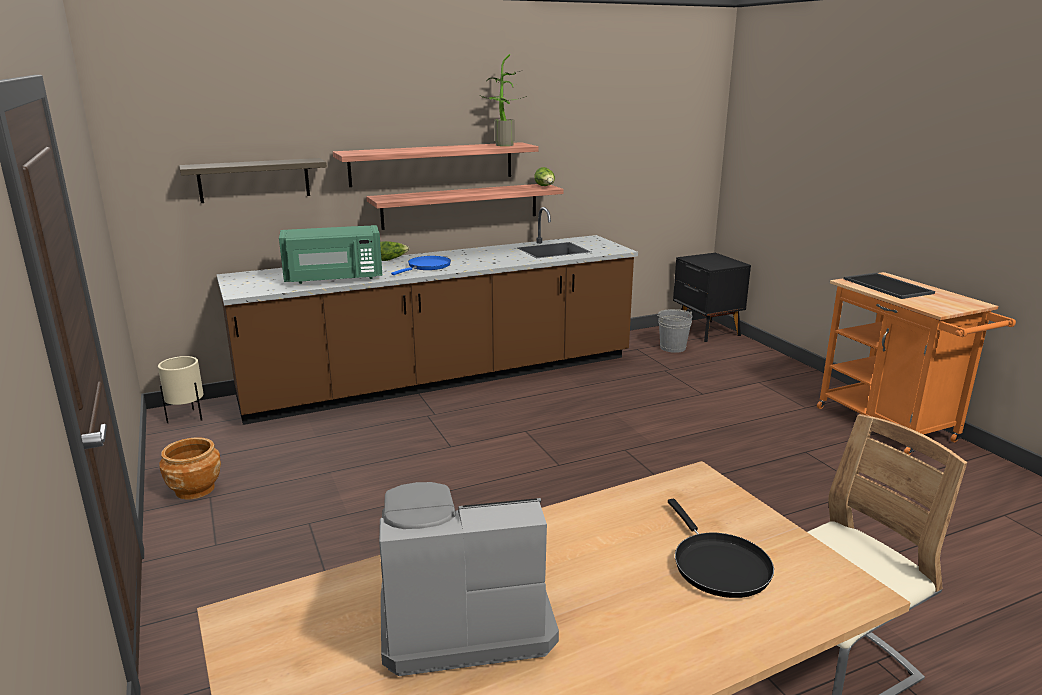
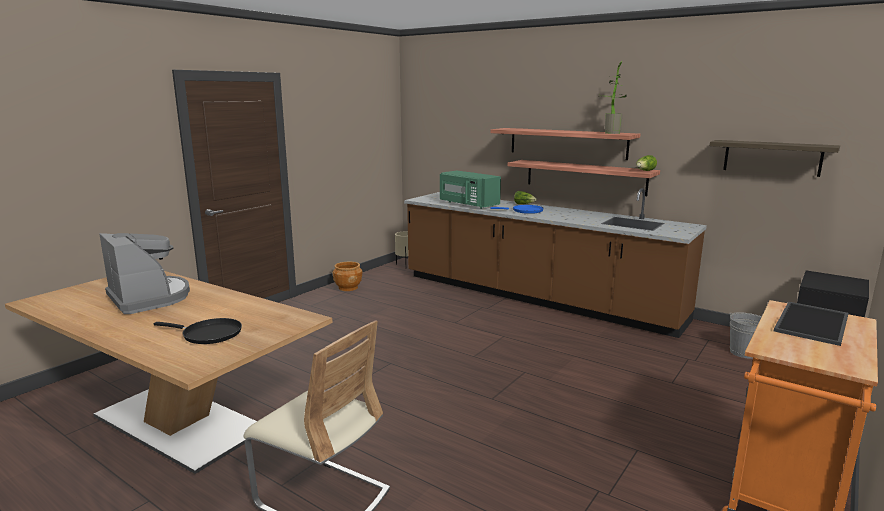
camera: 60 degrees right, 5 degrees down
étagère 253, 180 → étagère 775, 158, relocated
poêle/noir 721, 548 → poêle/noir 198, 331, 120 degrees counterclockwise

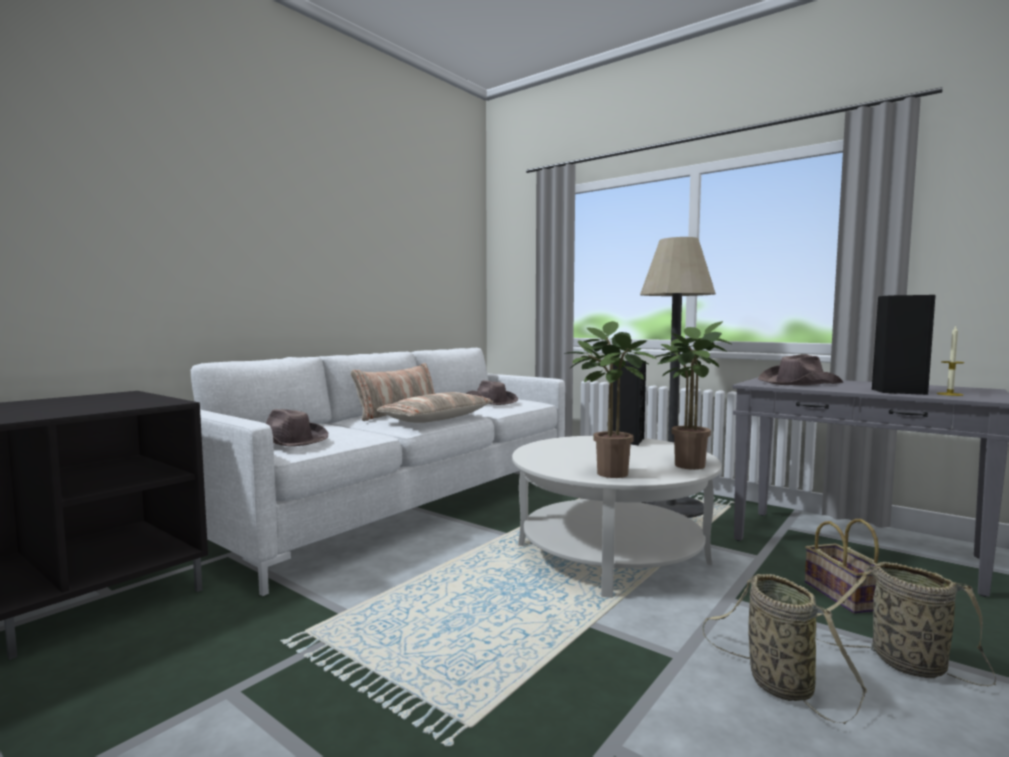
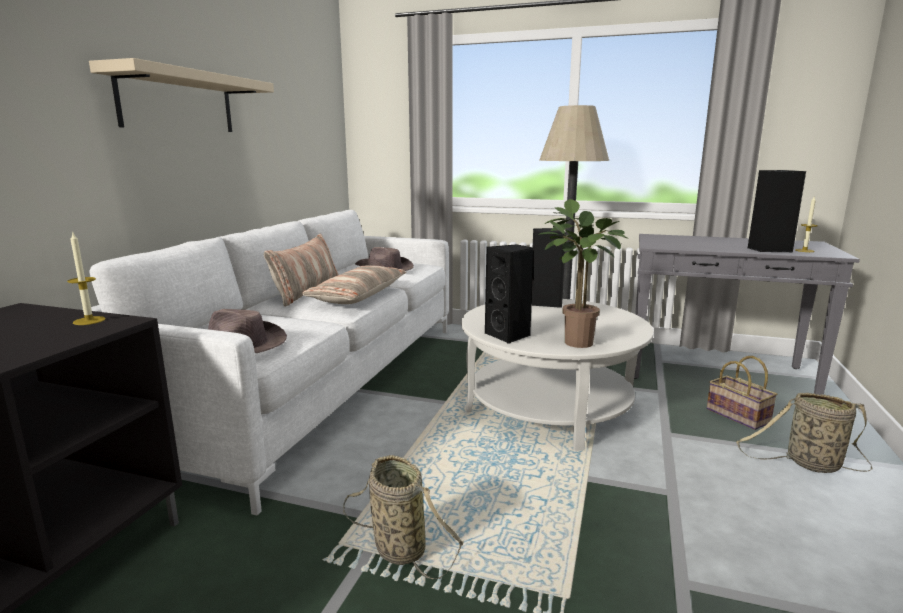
camera: 20 degrees left, 10 degrees up
plante en pot 694, 395 → -
chapeau/marron 800, 369 → -
panier 784, 649 → panier 403, 517, relocated
- → étagère/beige 181, 95
- → bougie 86, 278
- → enceinte/noir 509, 294

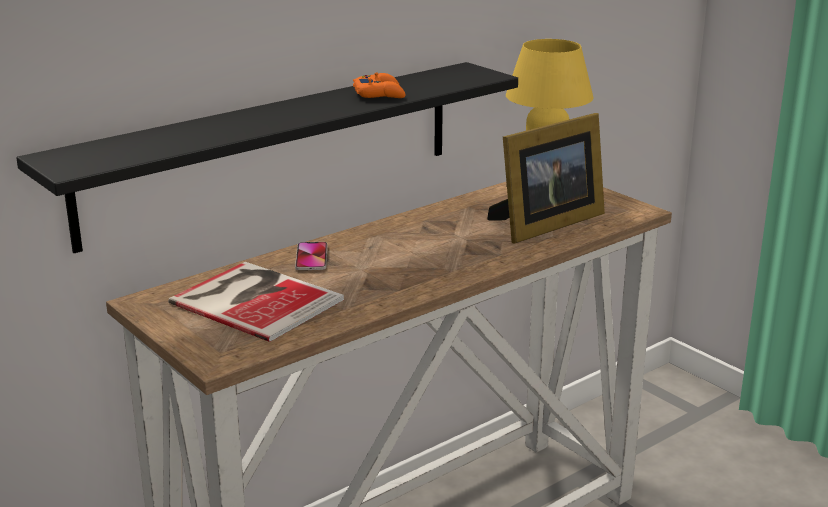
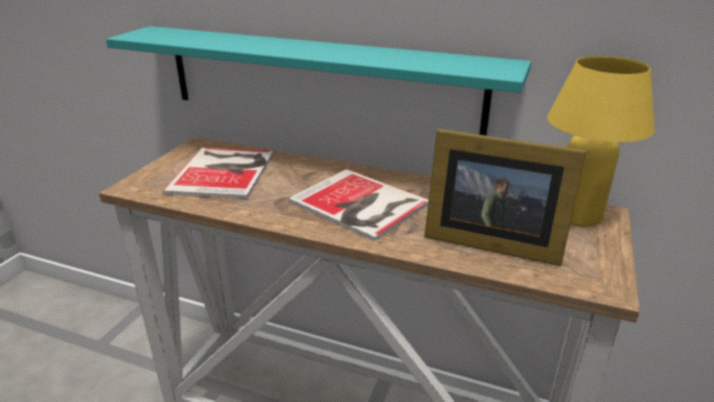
camera: 60 degrees right, 5 degrees up
étagère/noir 267, 157 → étagère/turquoise 318, 81
manette/orange 379, 85 → -
téléphone 311, 256 → -
- → livre 359, 205

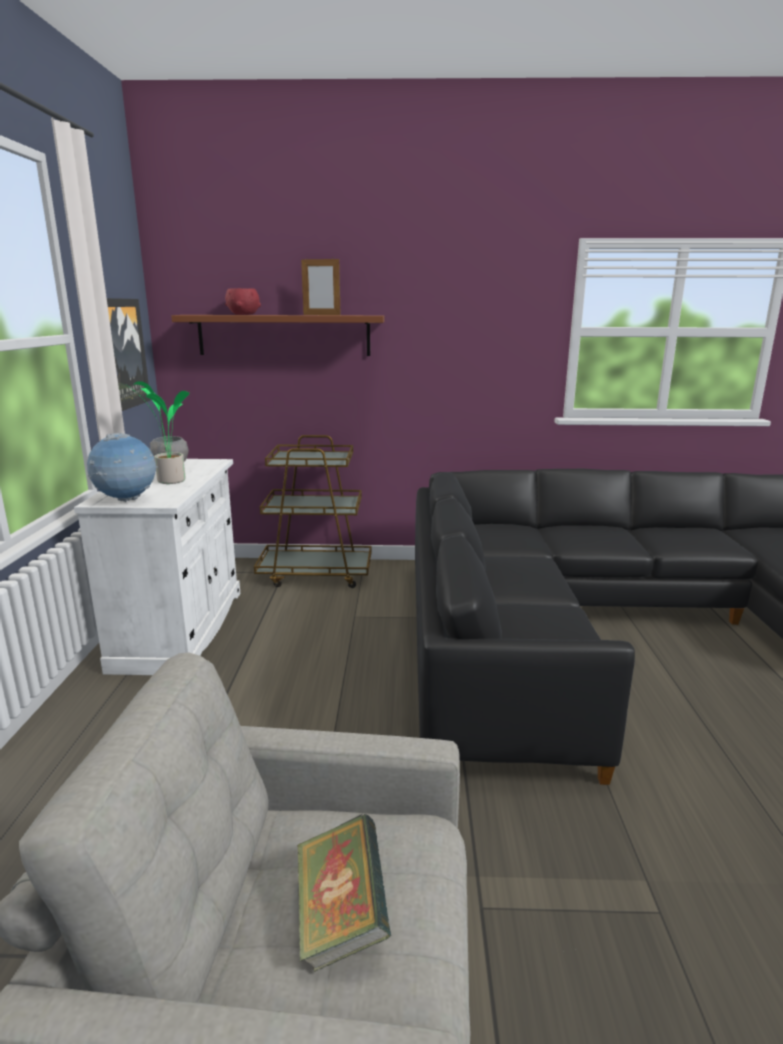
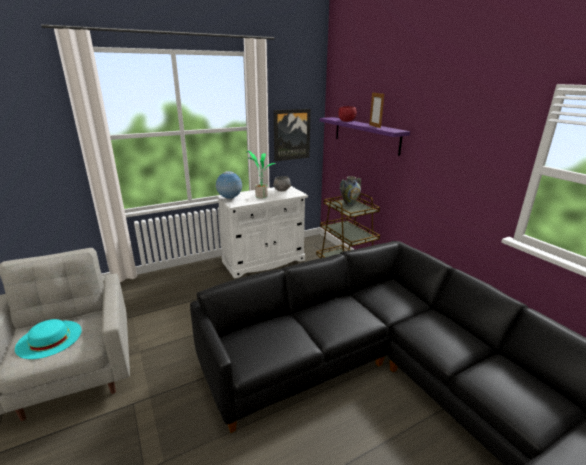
camera: 60 degrees right, 5 degrees up
étagère/marron 278, 335 → étagère/violet 364, 136
livre 344, 893 → chapeau/turquoise 48, 339
- → vase 350, 191

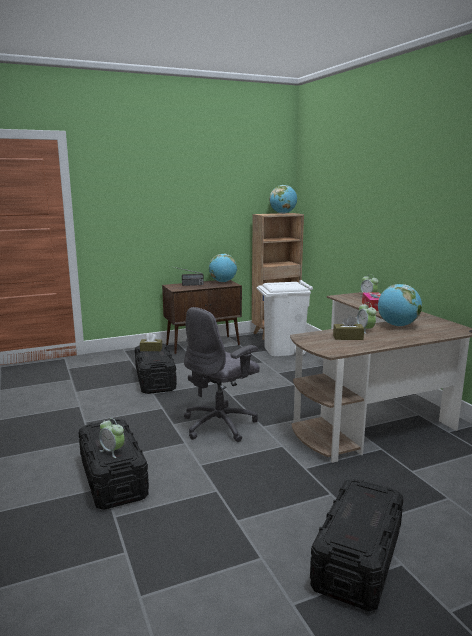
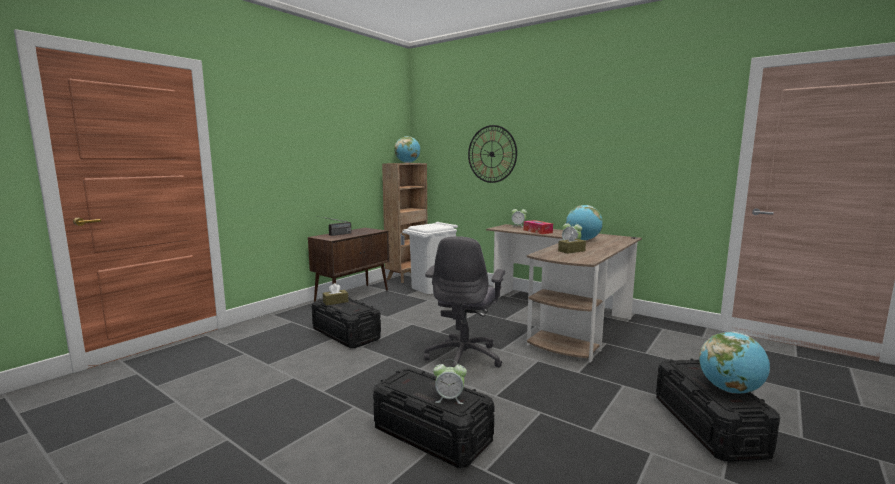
camera: 30 degrees left, 5 degrees down
globe 223, 268 → globe 734, 362, relocated
- → horloge murale 492, 154

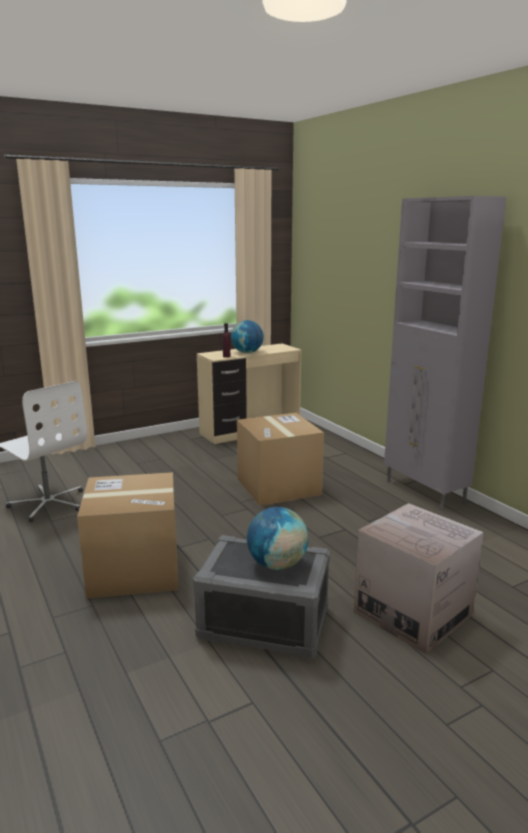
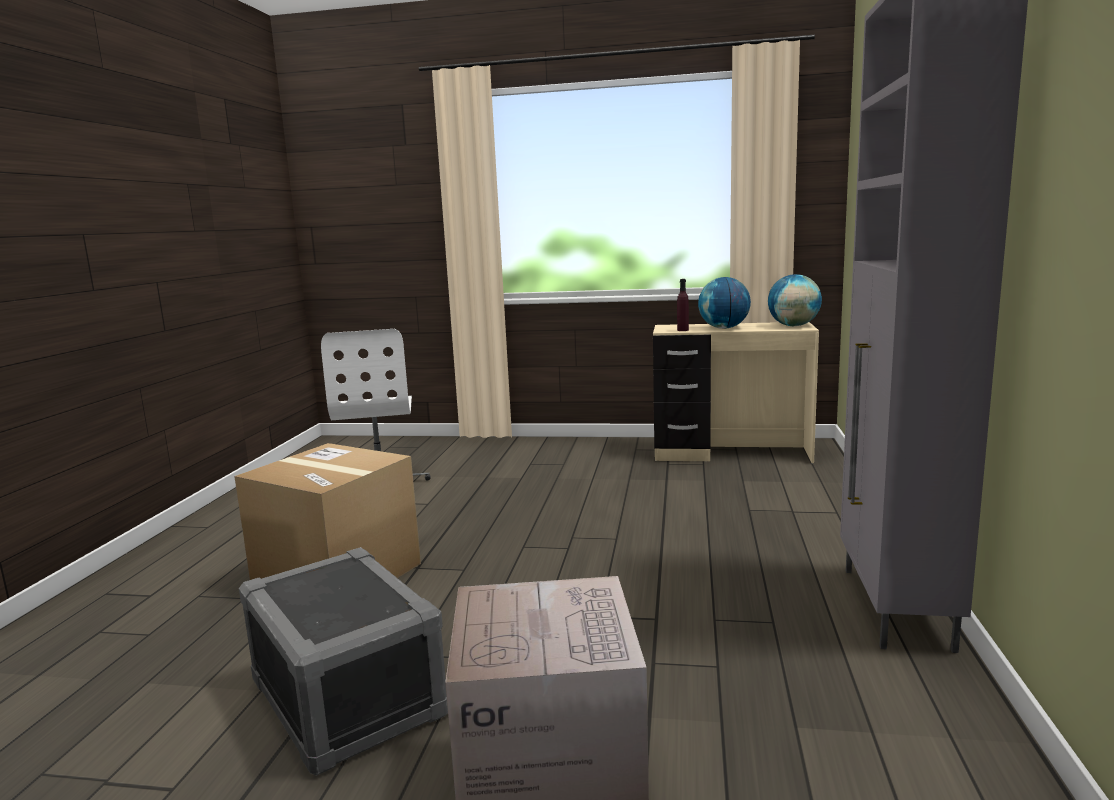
camera: 40 degrees right, 5 degrees down
carton 280, 459 → -
globe 277, 538 → globe 795, 300, relocated

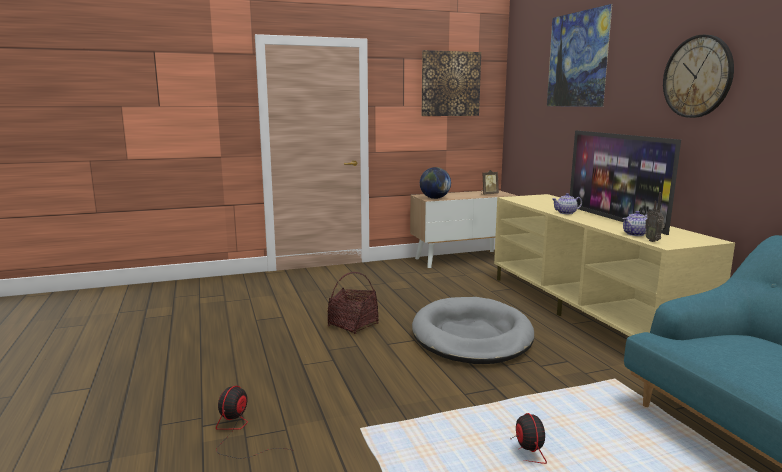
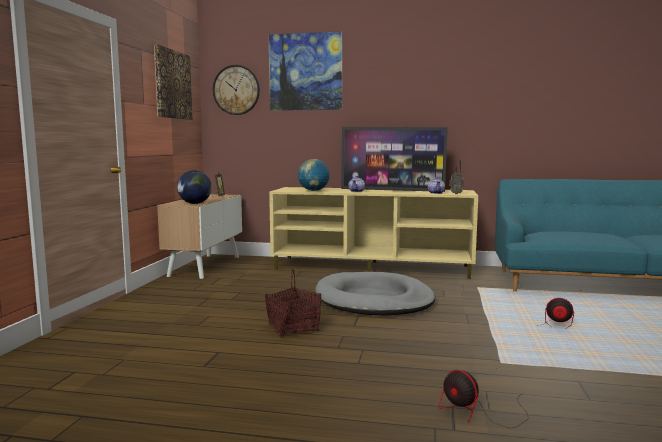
camera: 60 degrees left, 5 degrees down
horloge murale 698, 76 → horloge murale 236, 90, relocated
- → globe 314, 175

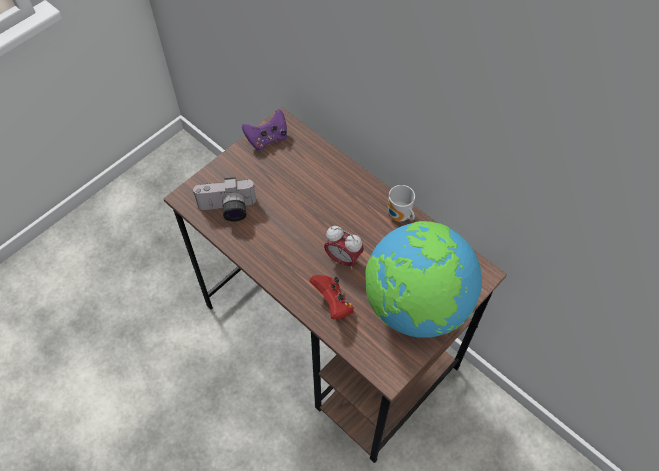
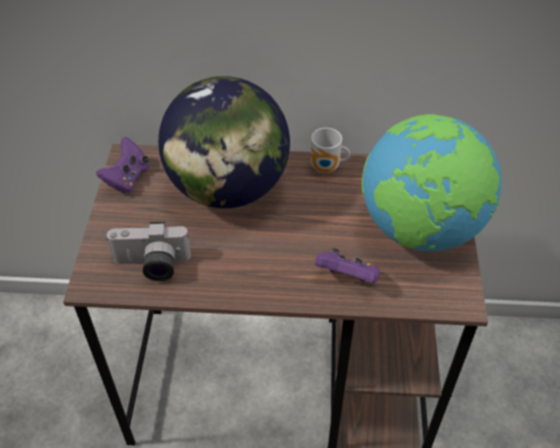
camera: 40 degrees left, 10 degrees down
appareil photo 224, 199 → appareil photo 148, 251, 45 degrees clockwise
réveil 344, 248 → -
manette/rouge 331, 297 → manette/violet 347, 265
- → globe 224, 142

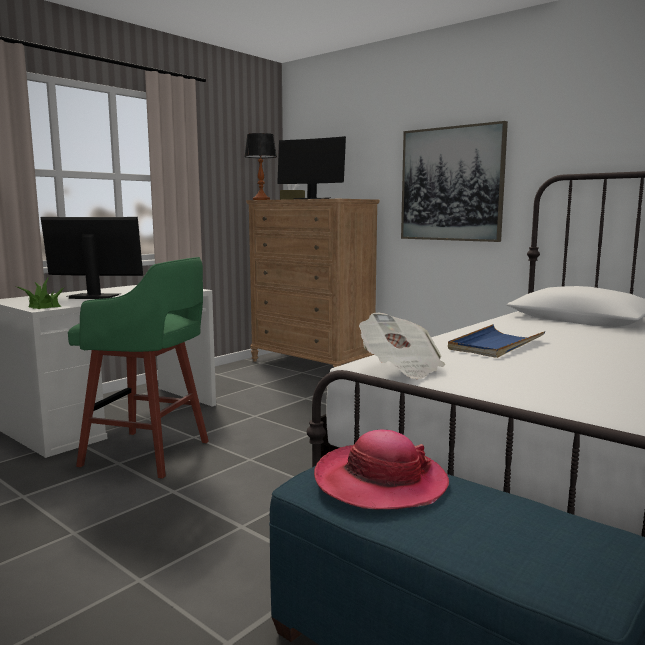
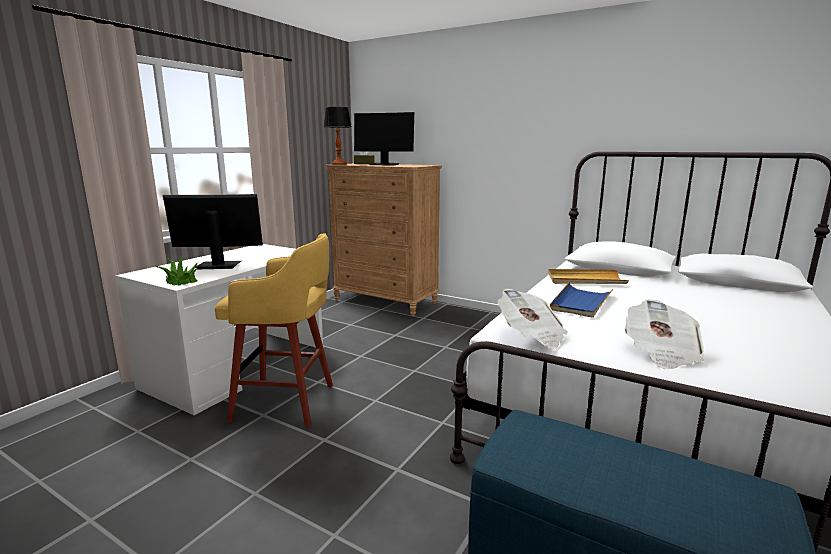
camera: 10 degrees left, 5 degrees up
tableau 454, 181 → -
tabouret/vert 138, 368 → tabouret/jaune 274, 330
chapeau 381, 469 → -
- → plateau/beige 588, 276
- → journal 664, 334

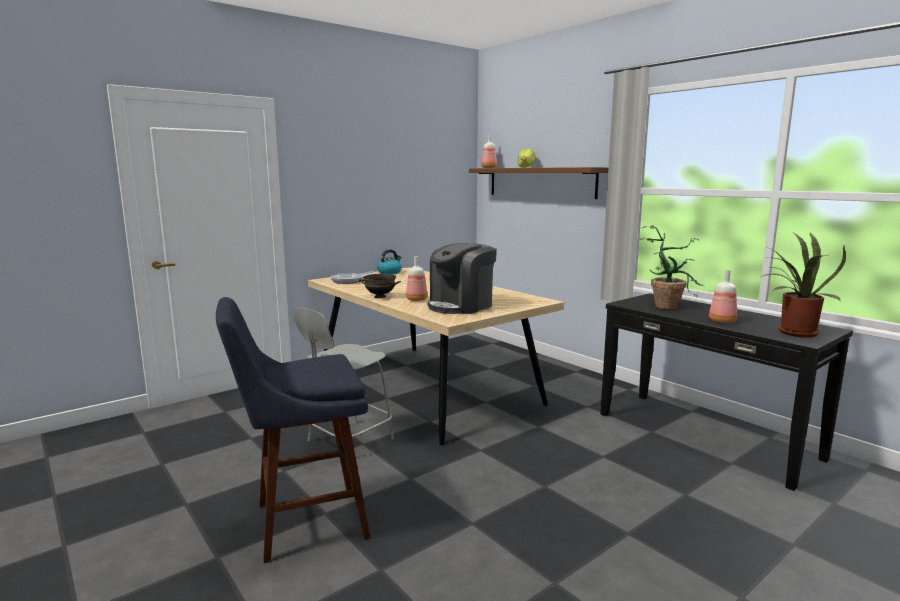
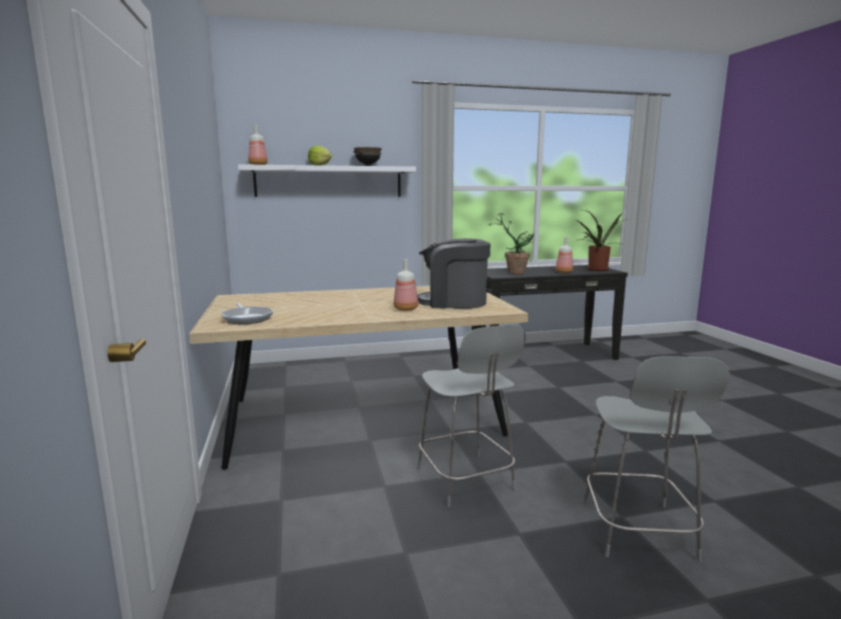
camera: 65 degrees left, 0 degrees up
étagère/marron 538, 183 → étagère/blanc 327, 180
machine à café 462, 278 → machine à café 453, 273, 120 degrees clockwise
bouilloire 389, 261 → -
bol/noir 380, 286 → bol/noir 367, 156, relocated
tabouret/bleu 293, 430 → chaise/gris 657, 459

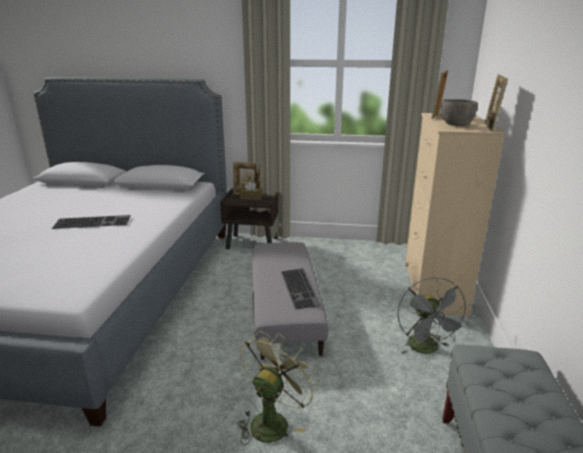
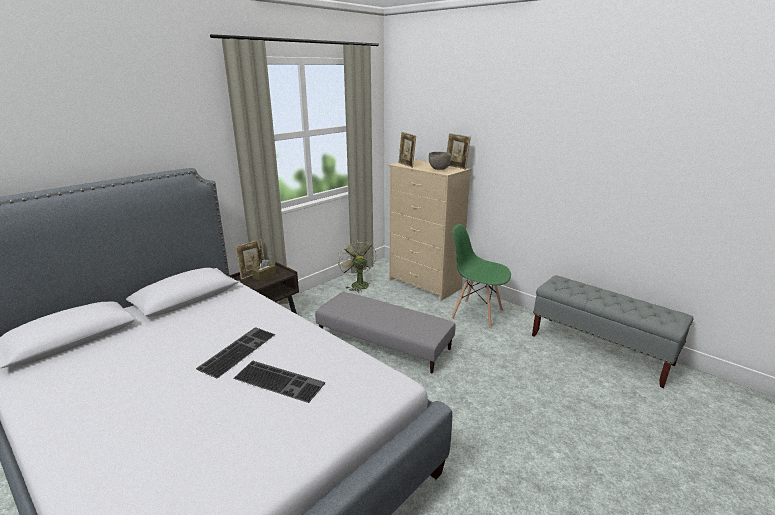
camera: 55 degrees left, 0 degrees up
clavier 301, 289 → clavier 279, 382, relocated
ventilateur/gris 433, 315 → chaise/vert 481, 276
ventilateur/vert 278, 388 → ventilateur/vert 357, 266, relocated

